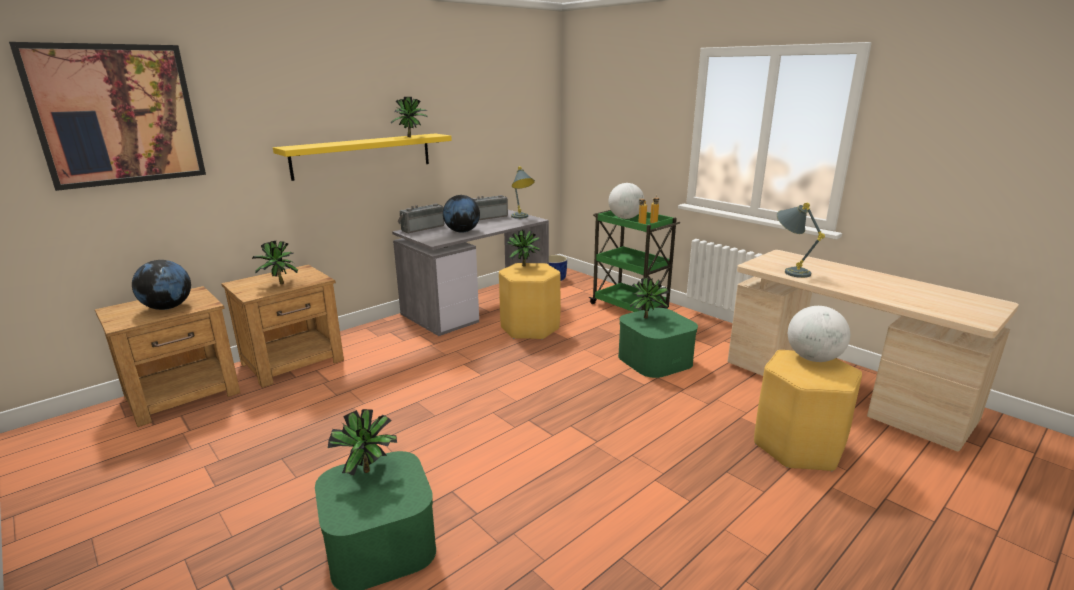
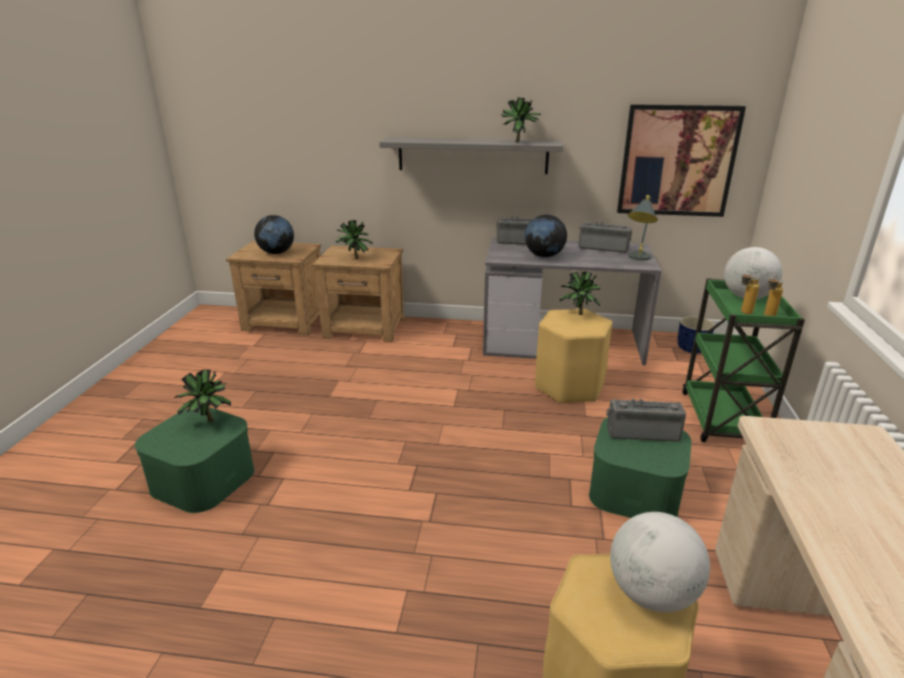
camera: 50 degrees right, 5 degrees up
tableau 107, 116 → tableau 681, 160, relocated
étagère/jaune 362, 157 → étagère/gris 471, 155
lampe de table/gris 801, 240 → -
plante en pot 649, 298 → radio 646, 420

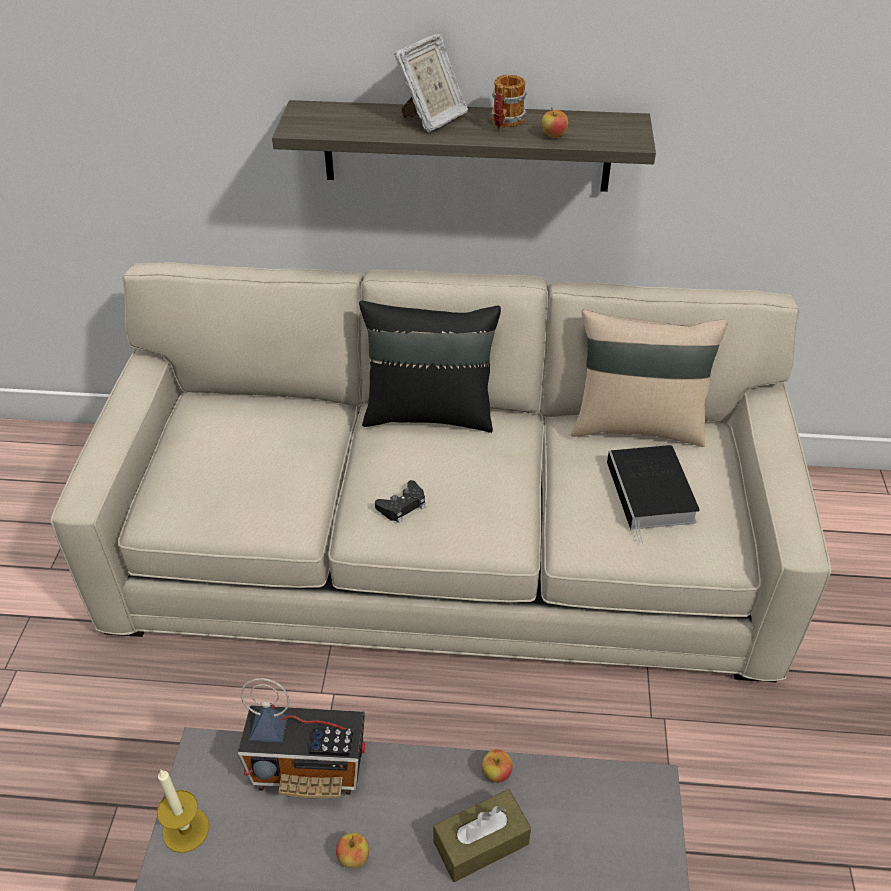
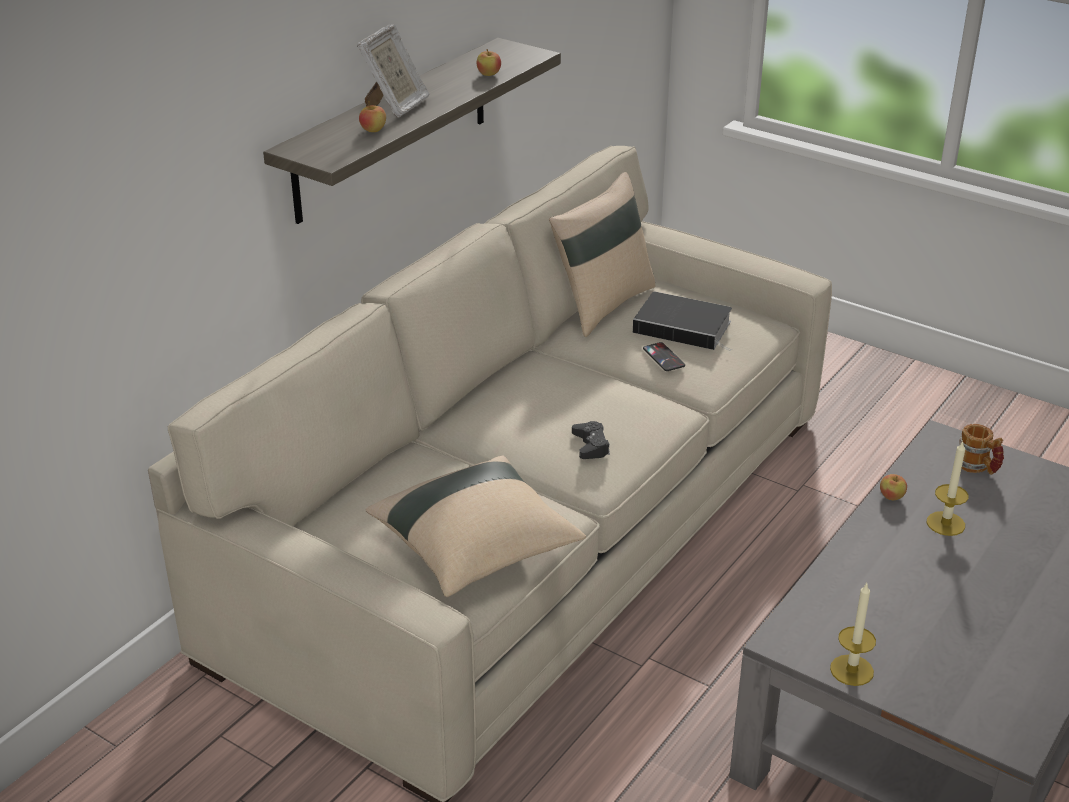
camera: 60 degrees left, 10 degrees down
cadre photo 431, 83 → cadre photo 393, 71, 45 degrees clockwise
mug 509, 102 → mug 981, 449, relocated
coussin/noir 430, 367 → -
radio 301, 738 → -
boîte à mouchoirs/marron 482, 835 → bougie 948, 488
pomme 352, 850 → pomme 372, 116, relocated
- → téléphone 664, 356
- → coussin/beige 475, 526

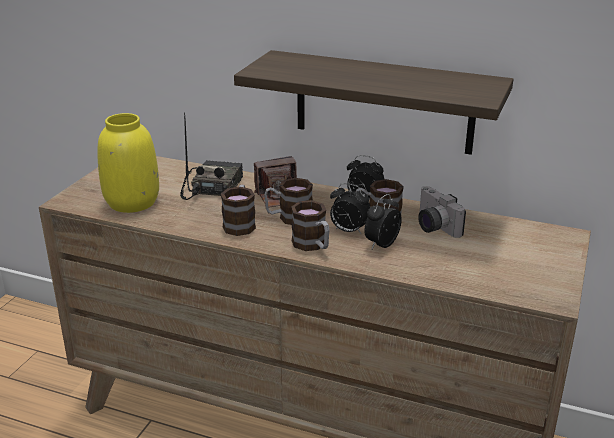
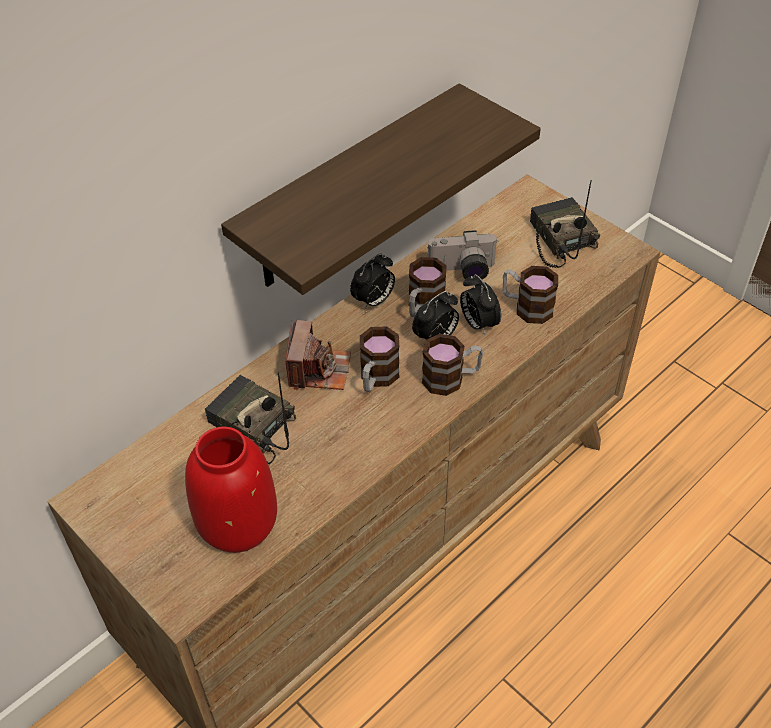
camera: 65 degrees left, 20 degrees up
vase/jaune 128, 163 → vase/rouge 231, 490
mug 238, 210 → mug 530, 295, relocated
- → radio 565, 224

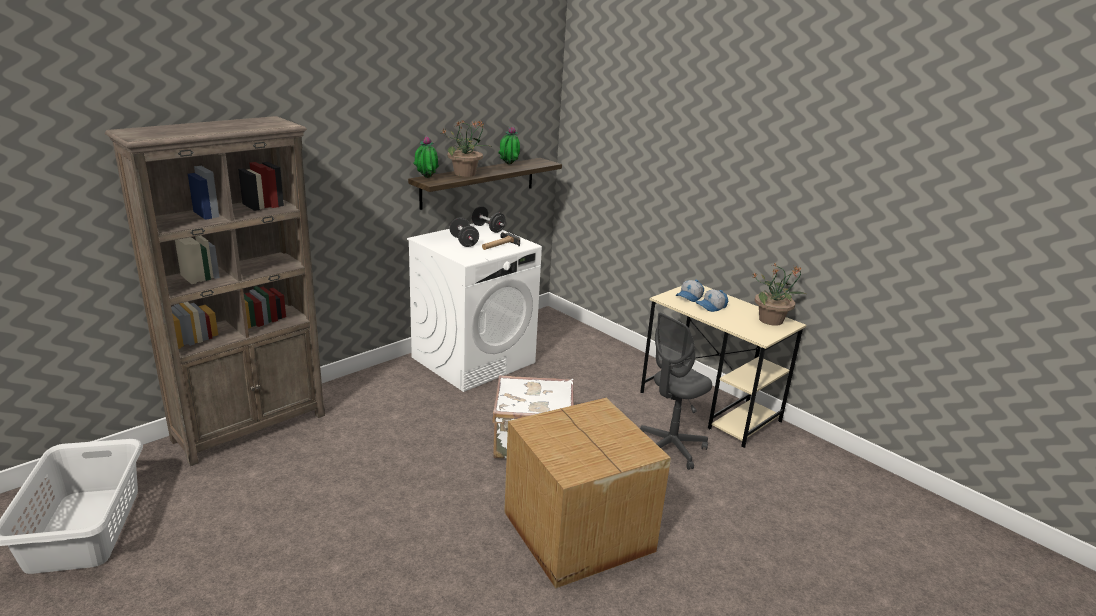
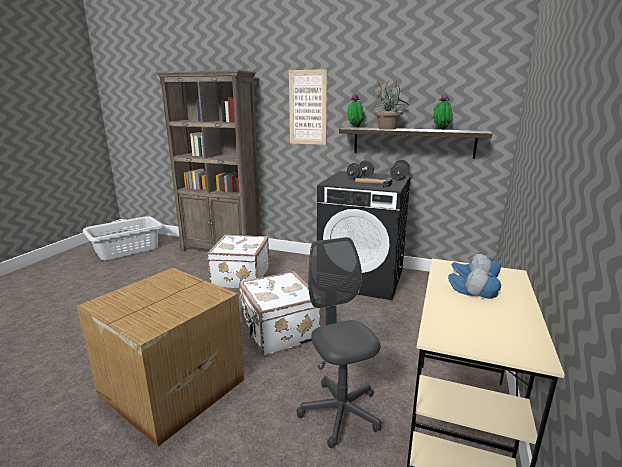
camera: 65 degrees right, 5 degrees down
lave-linge/blanc 474, 307 → lave-linge/noir 364, 235
plante en pot 780, 295 → -
chaise de bureau/gris 676, 391 → chaise de bureau/gris 339, 343, 45 degrees clockwise
- → tableau 308, 107
- → valise/blanc 237, 261

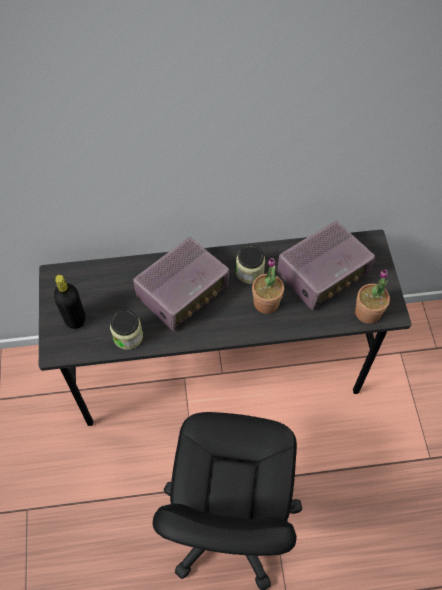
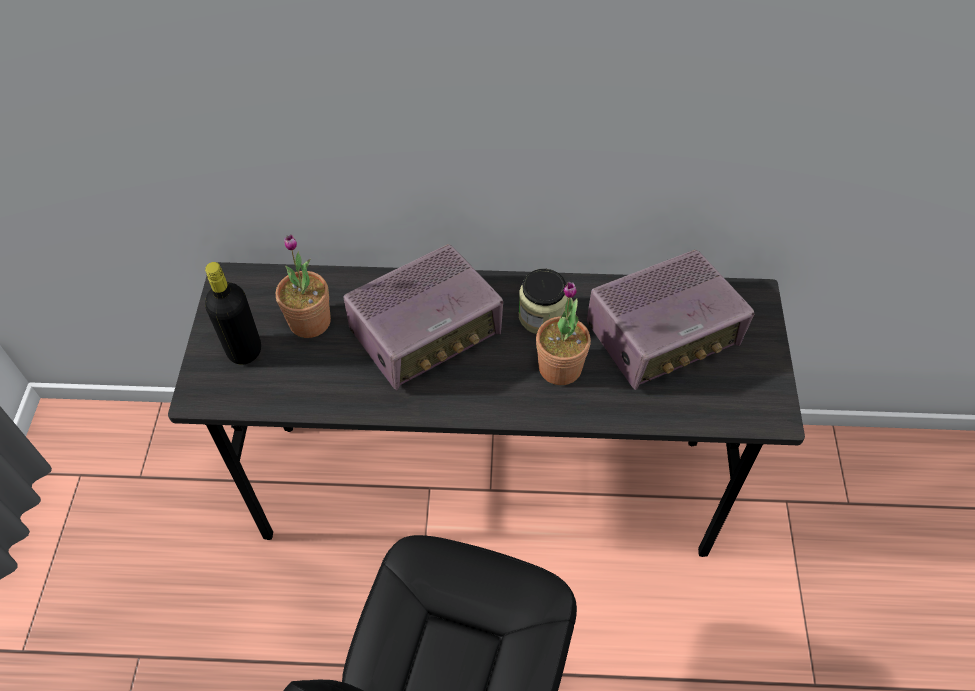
camera: 10 degrees right, 5 degrees down
plante en pot 372, 296 → plante en pot 303, 286, relocated
bocal 126, 330 → -

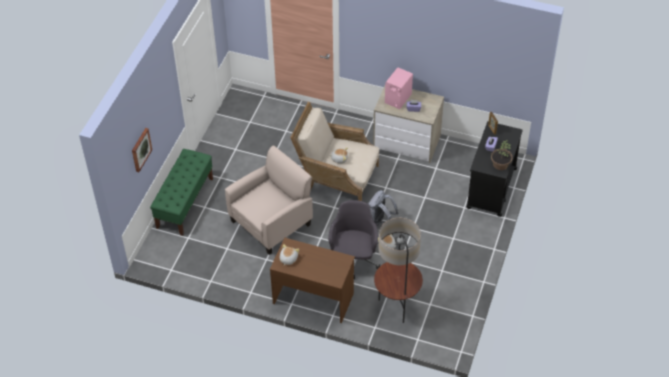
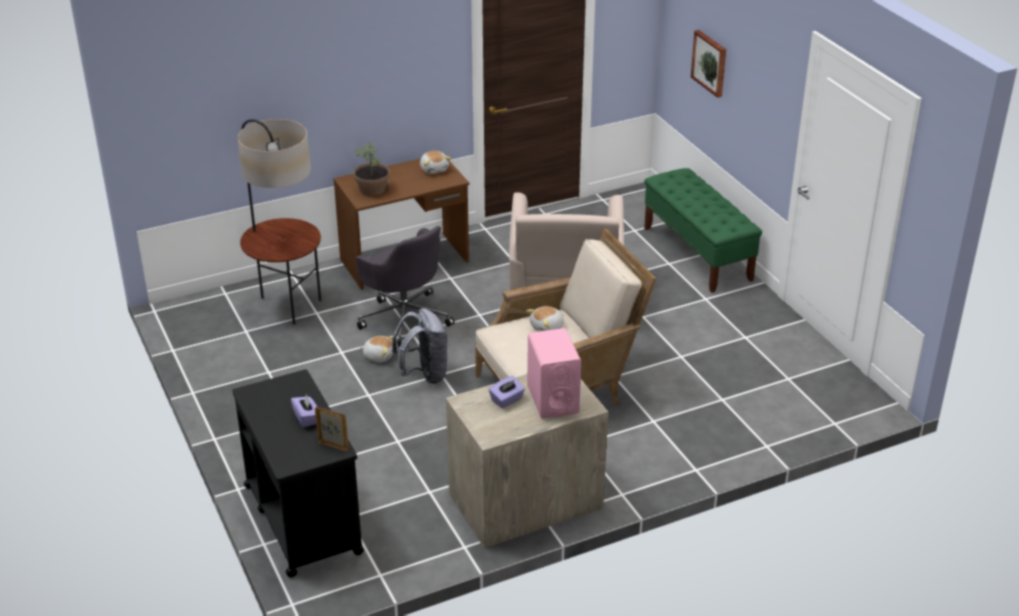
camera: 135 degrees right, 15 degrees down
plante en pot 501, 155 → plante en pot 372, 169, relocated

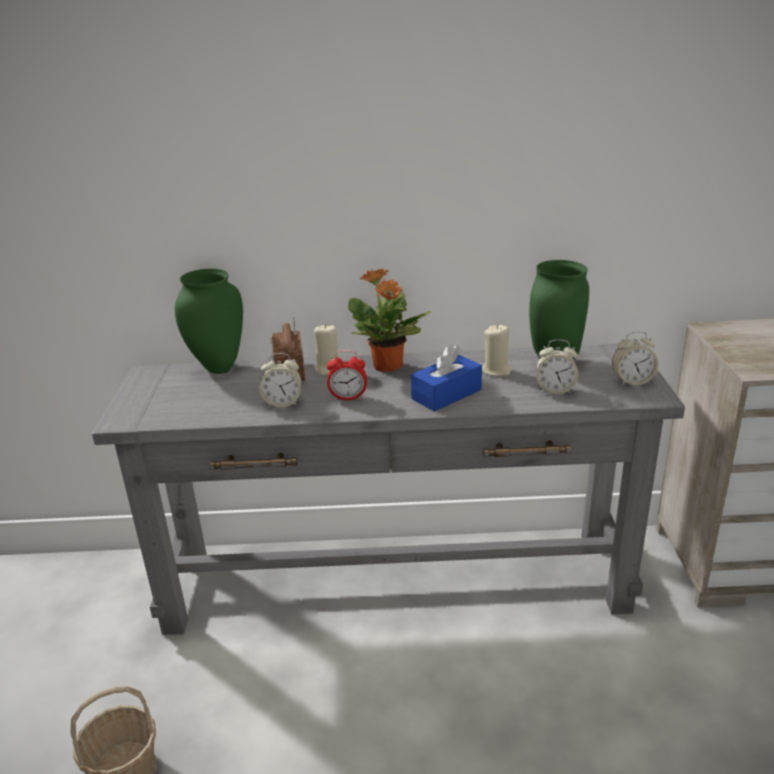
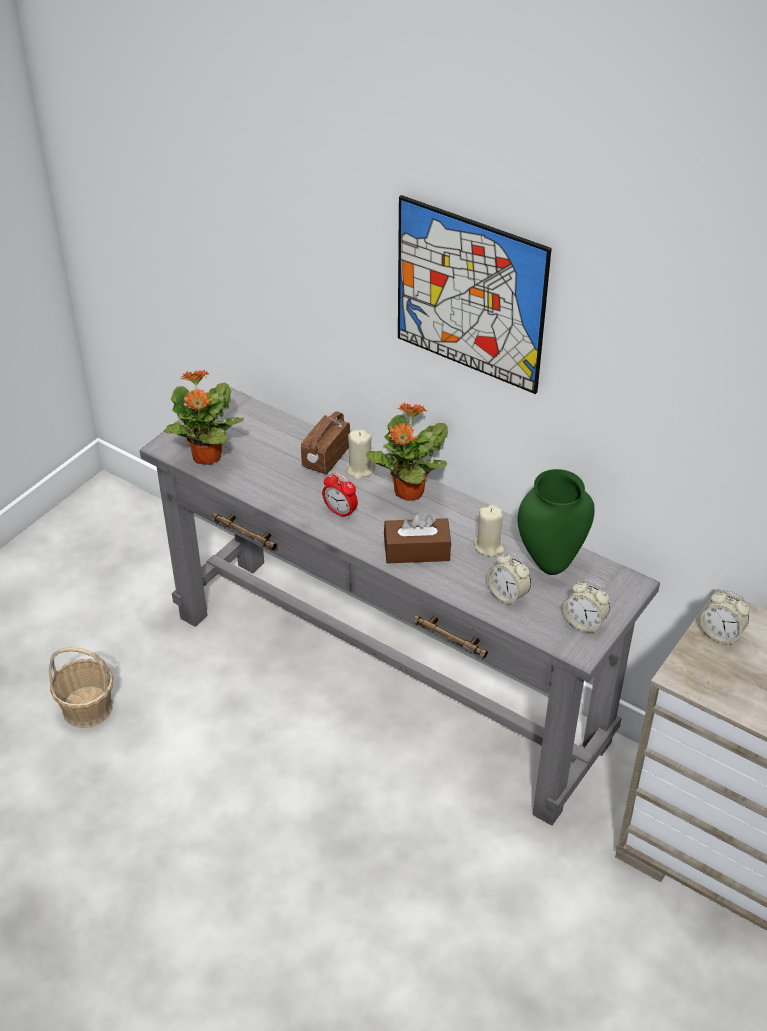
camera: 35 degrees right, 15 degrees up
vase/vert 209, 321 → -
boîte à mouchoirs/bleu 446, 378 → boîte à mouchoirs/marron 417, 537
réveil 280, 380 → réveil 725, 618, relocated
- → tableau 475, 294
- → plante en pot 204, 417

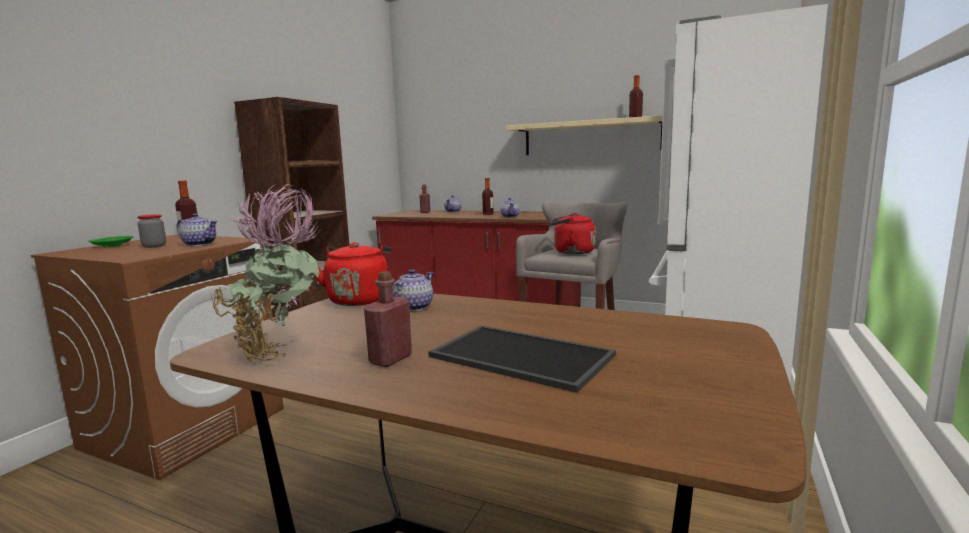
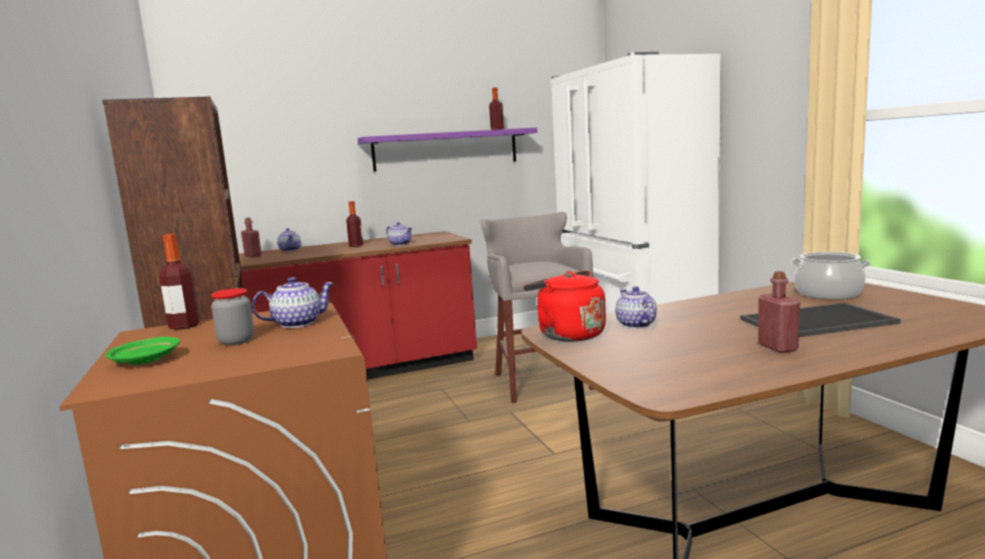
camera: 45 degrees left, 0 degrees up
étagère/beige 589, 135 → étagère/violet 447, 150
plante en pot 265, 273 → -
bouilloire/rouge 572, 234 → -
- → marmite 831, 275

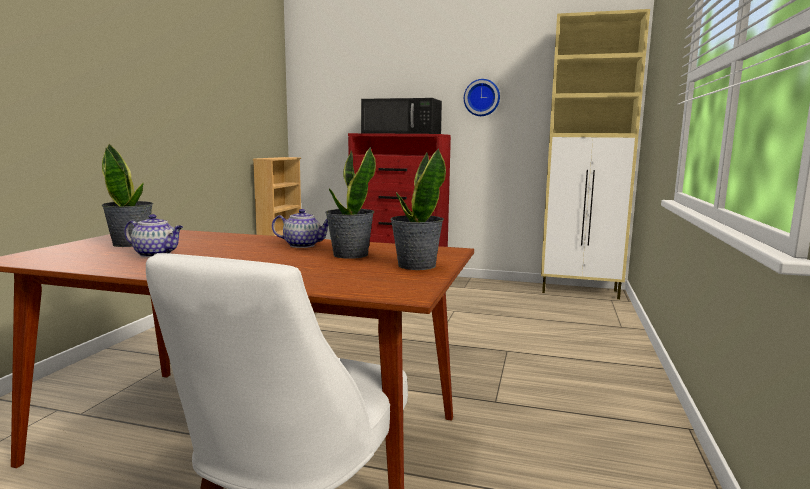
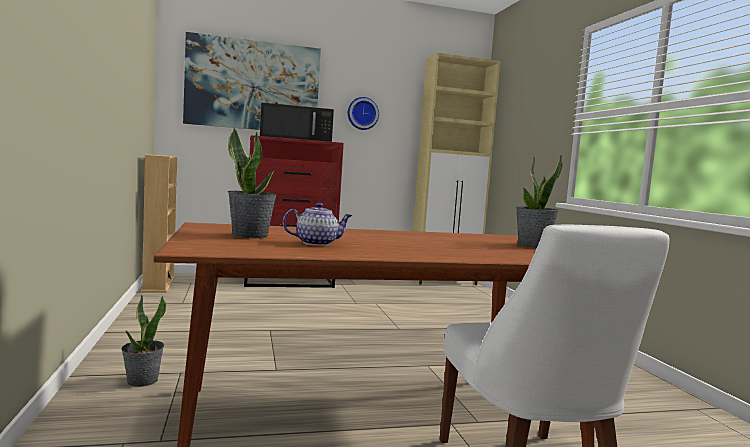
camera: 30 degrees left, 5 degrees down
plante en pot 350, 203 → plante en pot 143, 340, relocated
théière 300, 228 → -
- → tableau 252, 81

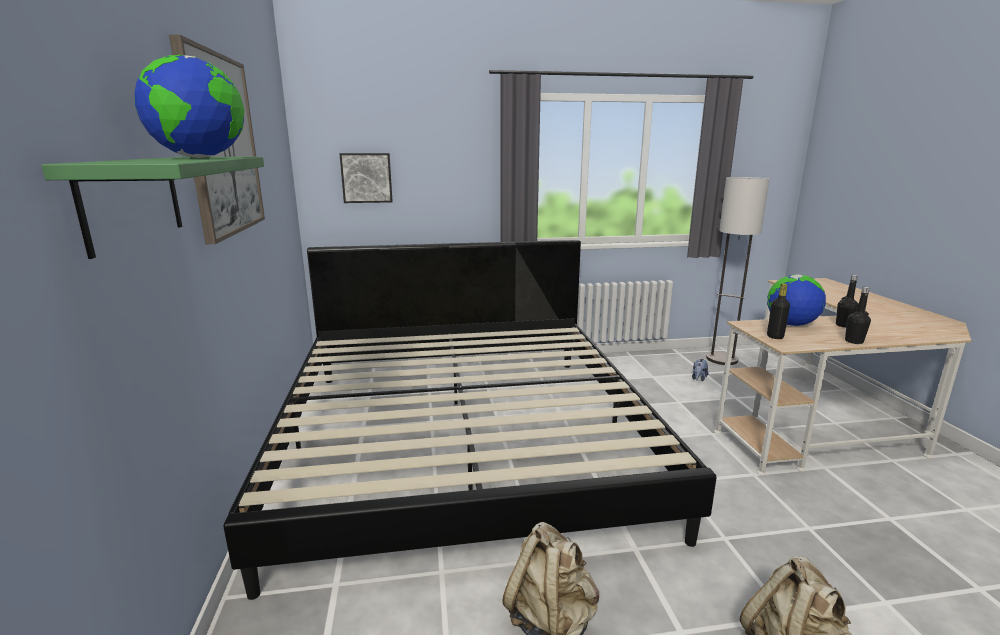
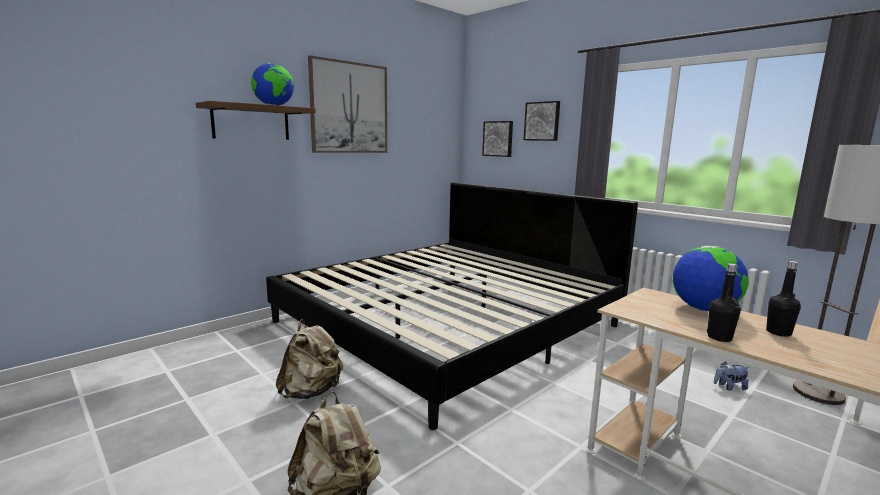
camera: 55 degrees right, 5 degrees down
étagère/vert 152, 208 → étagère/marron 256, 120
bouteille/noir 778, 311 → -
- → tableau 542, 121

